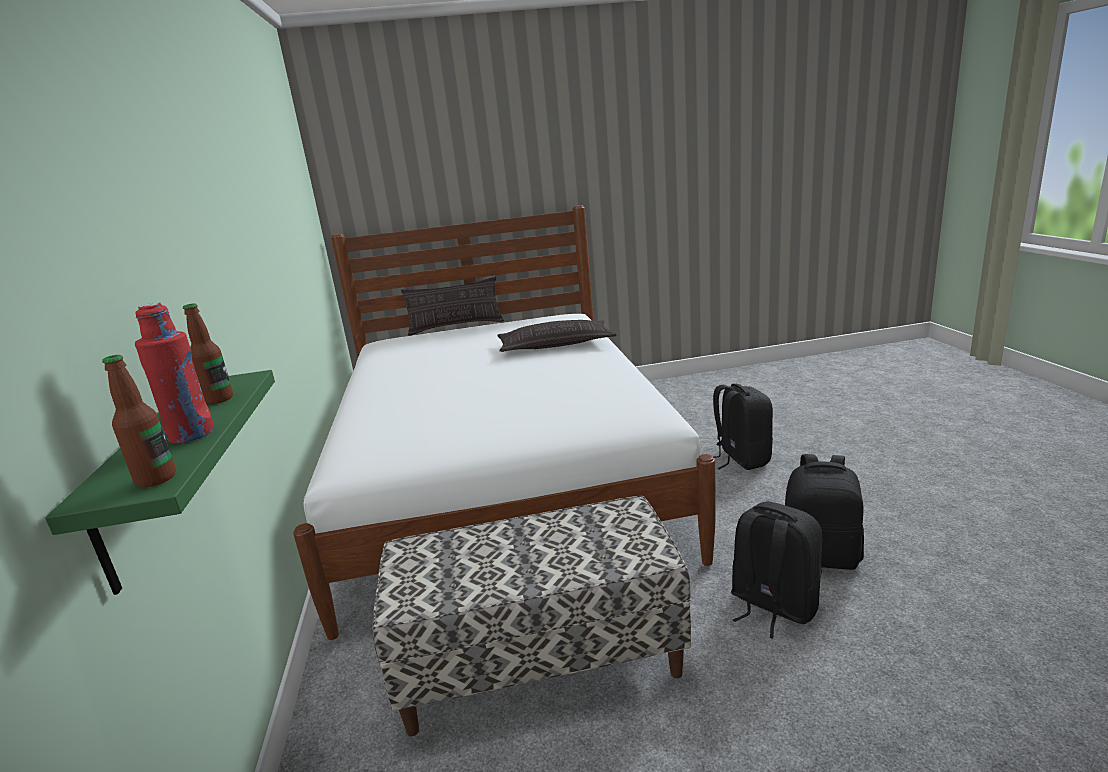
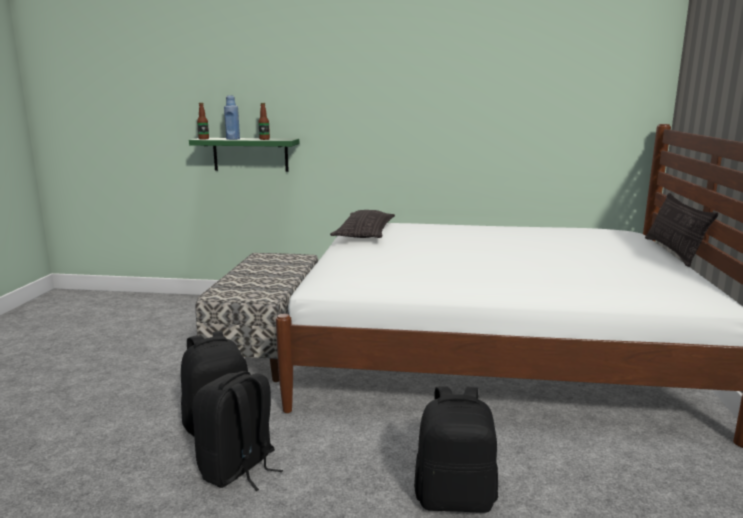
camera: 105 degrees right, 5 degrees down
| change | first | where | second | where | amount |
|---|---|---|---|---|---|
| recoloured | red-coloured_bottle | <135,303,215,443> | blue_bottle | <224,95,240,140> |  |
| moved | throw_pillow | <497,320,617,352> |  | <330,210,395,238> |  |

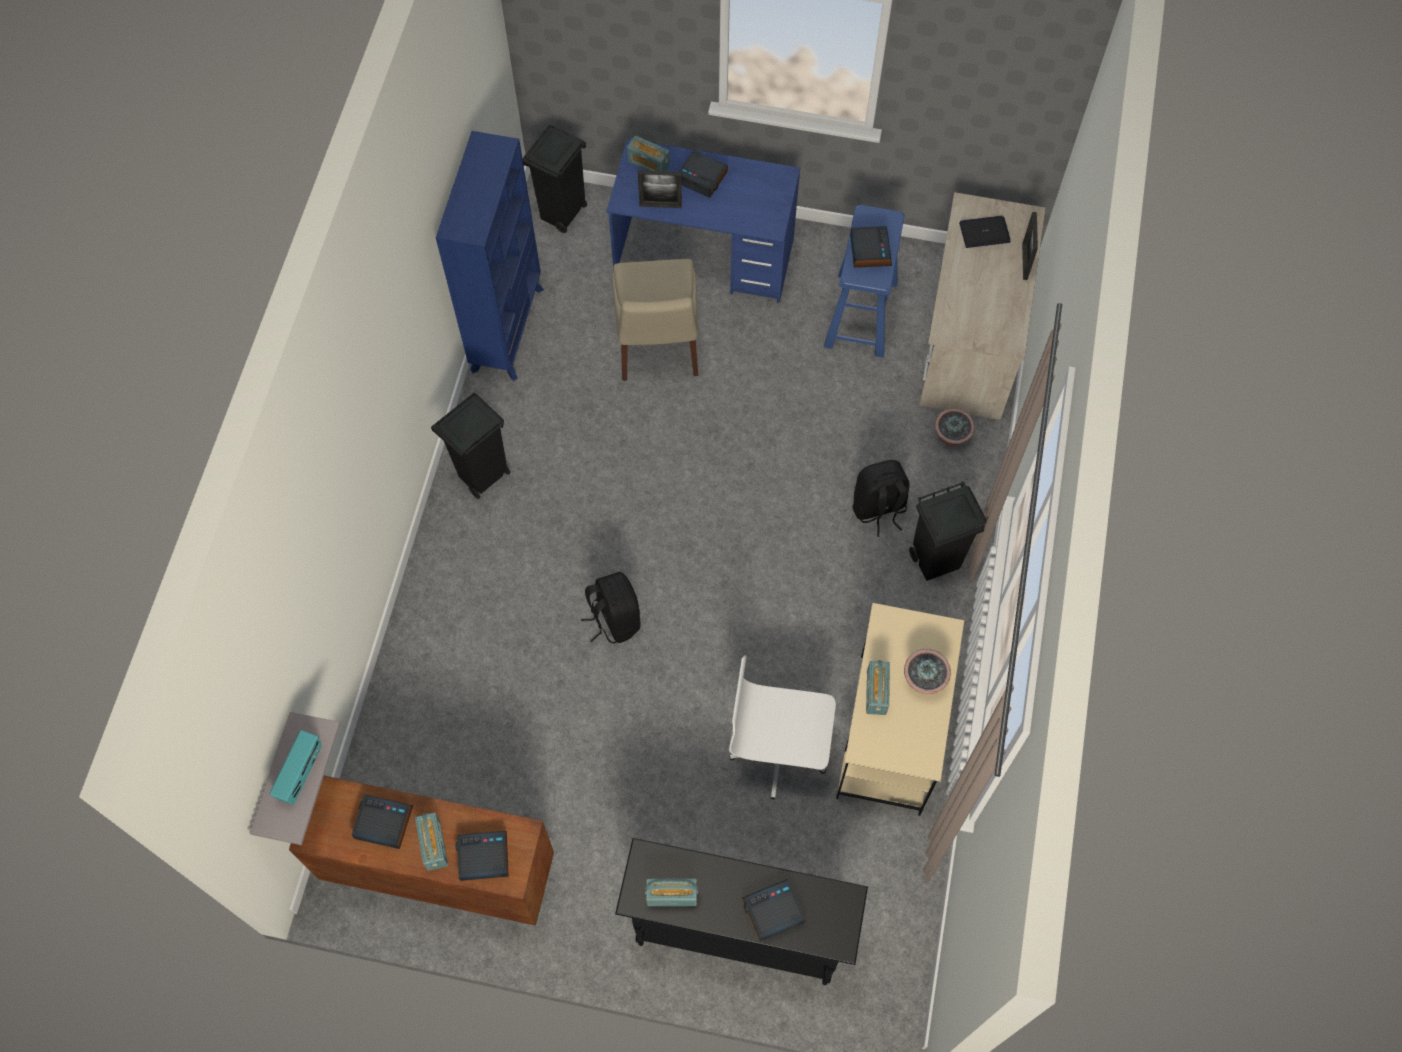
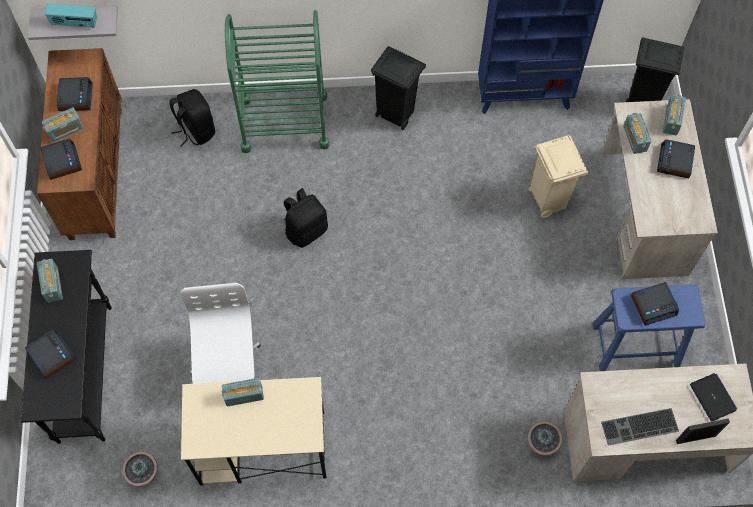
camera: 75 degrees right, 0 degrees up
| change | first | where | second | where | amount |
|---|---|---|---|---|---|
| recoloured | blue_desk_table | <607,139,800,303> | sand-coloured_desk_table | <601,99,718,279> |  |
| replaced | standing_frame | <638,170,682,208> | radio_set | <623,113,651,154> |  |
| replaced | sand-coloured_chair | <613,259,698,381> | sand-coloured_rubbish_bin | <529,135,588,218> |  |
| moved | black_rucksack | <853,460,910,537> |  | <169,89,215,147> |  |
| removed | black_rubbish_bin | <909,481,987,581> |  |  |  |
| moved | potted_plant | <904,649,951,694> |  | <122,452,158,487> |  |
| added |  |  | green-coloured_cart | <225,10,330,153> |  |
| added |  |  | keyboard | <601,408,679,446> |  |

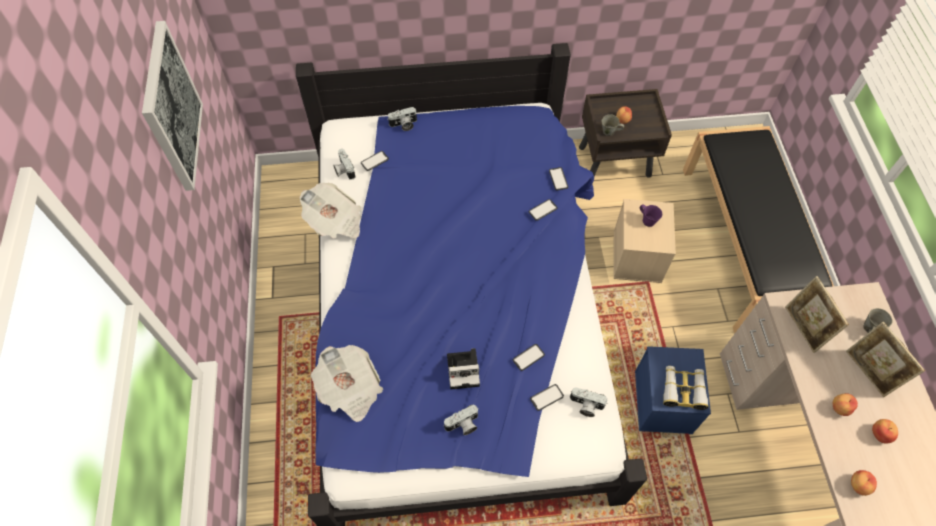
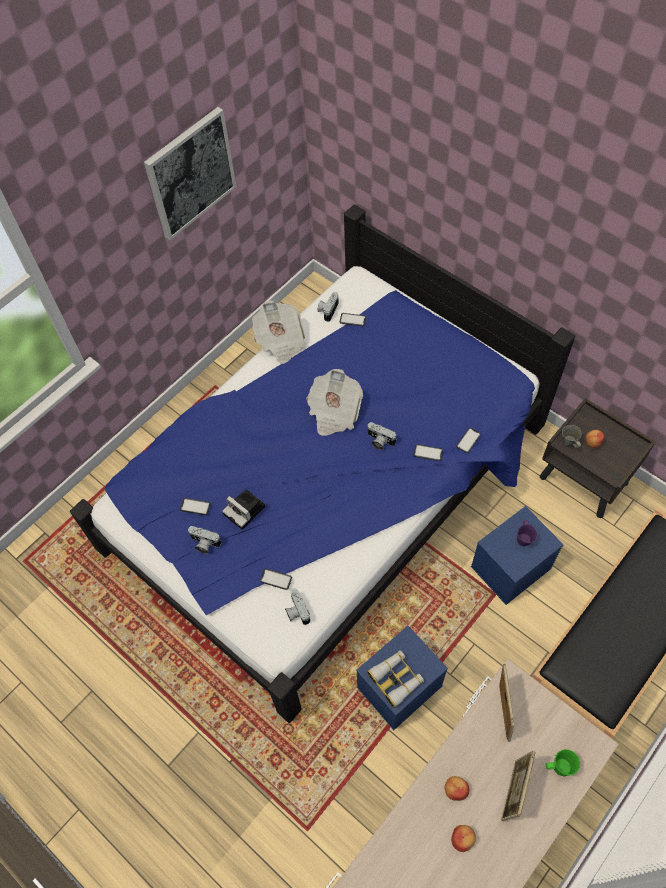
camera: 50 degrees right, 0 degrees up
| change | first | where | second | where | amount |
|---|---|---|---|---|---|
| moved | still_camera | <387,107,417,131> |  | <367,422,397,450> |  |
| recoloured | sand-coloured_storage_bin | <613,199,676,283> | blue_storage_bin | <471,506,564,605> |  |
| turned | standing_frame | <785,276,849,353> |  | <499,664,515,742> | 150 degrees clockwise |
| recoloured | greyish_coffee_mug | <863,308,892,333> | green-coloured_coffee_mug | <545,749,580,776> |  |
| moved | handset | <513,344,545,371> |  | <180,498,211,515> |  |
| moved | printed_paper | <311,345,383,422> |  | <307,369,363,436> |  |
| removed | apple | <851,470,877,496> |  |  |  |

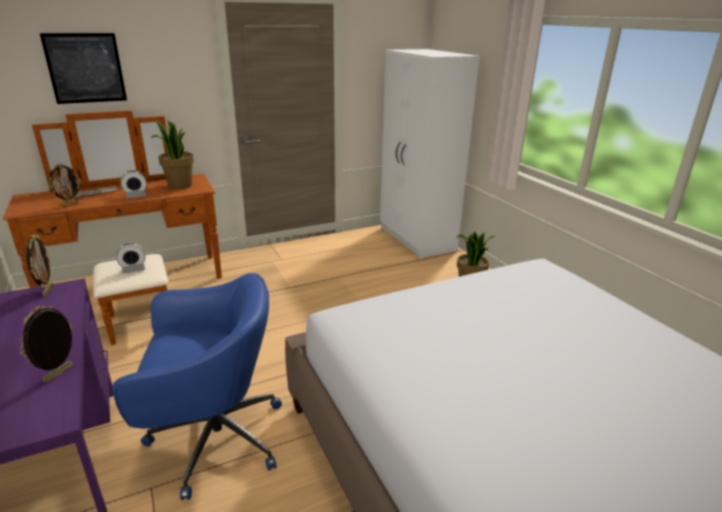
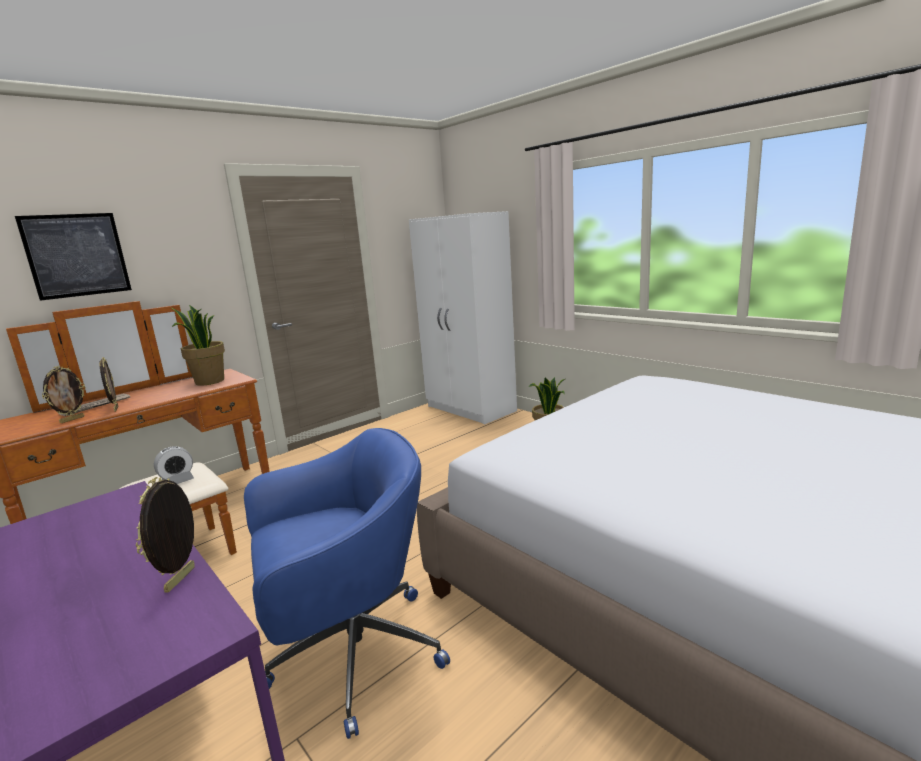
camera: 15 degrees left, 10 degrees down
| change | first | where | second | where | amount |
|---|---|---|---|---|---|
| removed | alarm_clock | <120,170,147,198> |  |  |  |
| moved | standing_frame | <26,235,53,297> |  | <99,357,119,412> |  |

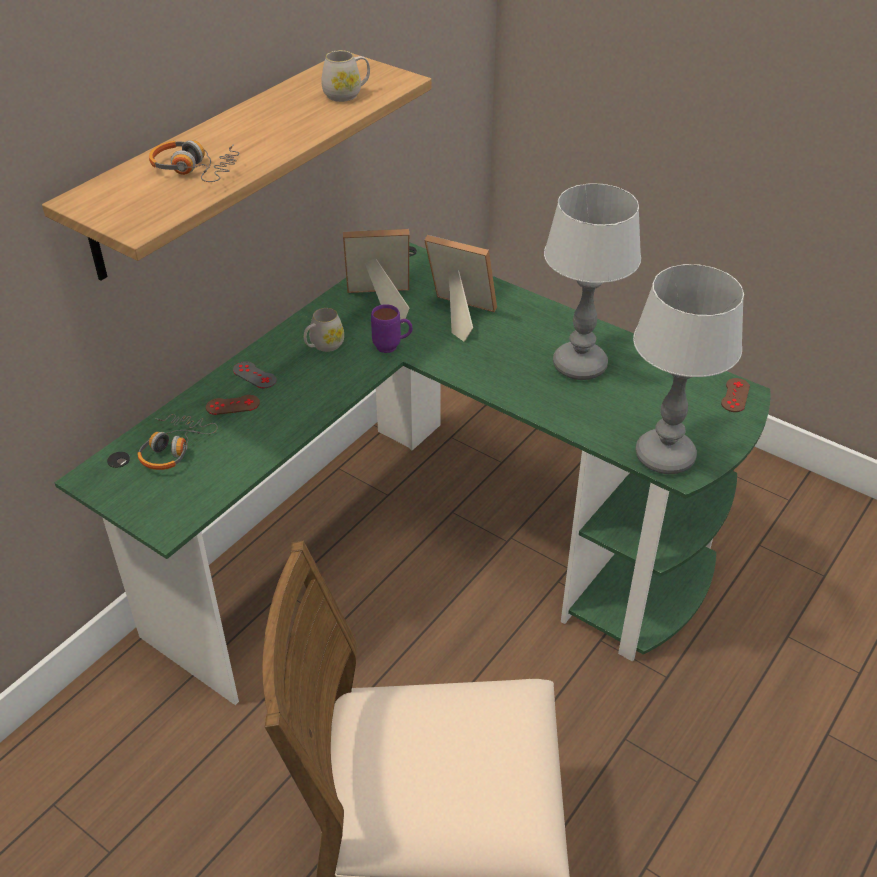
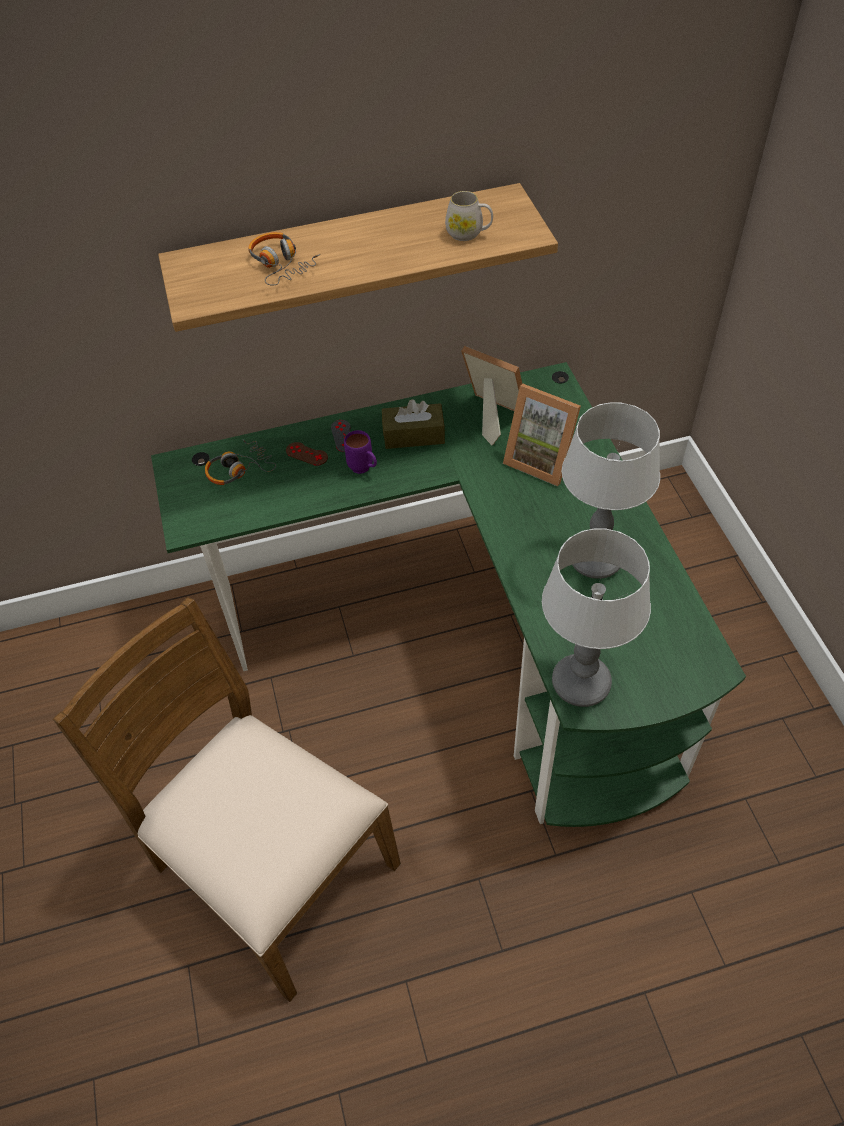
camera: 40 degrees right, 10 degrees up
| change | first | where | second | where | amount |
|---|---|---|---|---|---|
| turned | standing_frame | <424,235,497,342> |  | <503,384,581,486> | 150 degrees clockwise |
| moved | purple_coffee_mug | <371,304,413,353> |  | <344,430,377,474> |  |
| replaced | white_coffee_mug | <304,308,344,352> | brown-coloured_tissue_holder | <382,399,445,449> |  |
| removed | brown-coloured_game_controller | <721,378,750,412> |  |  |  |

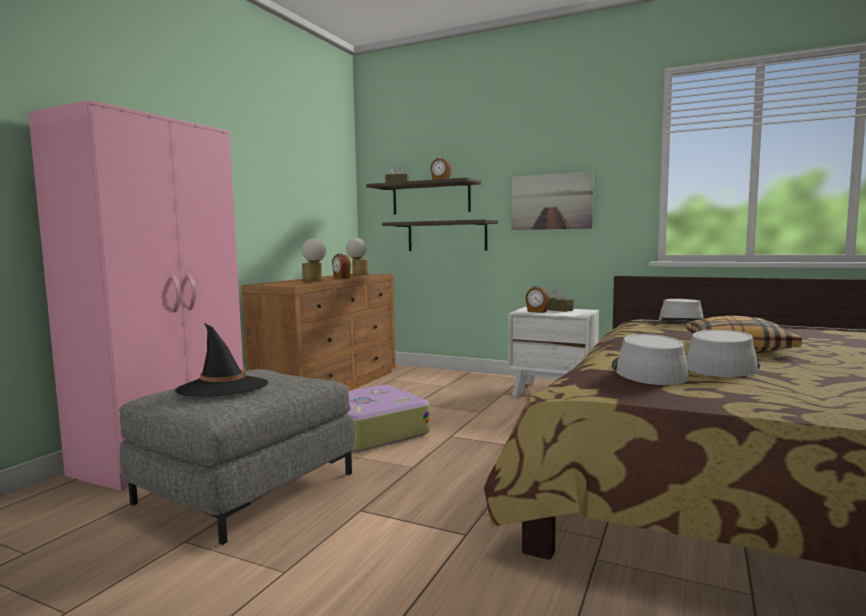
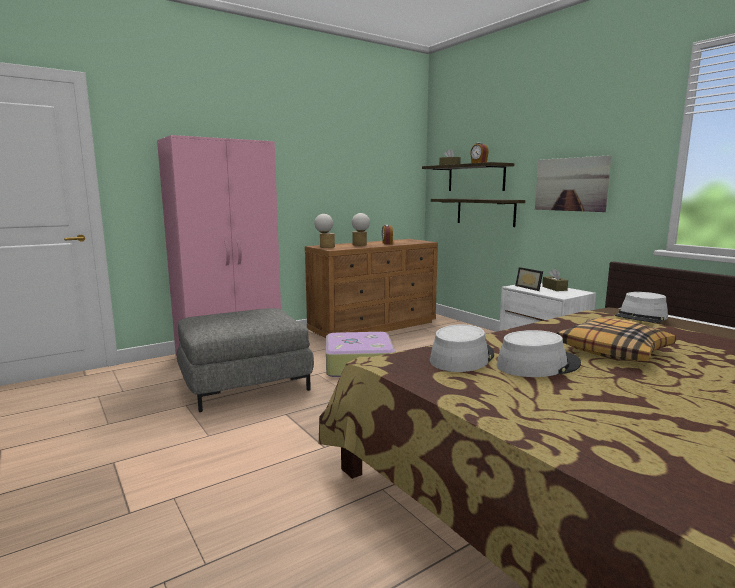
camera: 30 degrees right, 5 degrees up
| change | first | where | second | where | amount |
|---|---|---|---|---|---|
| moved | tabletop_lamp | <346,238,369,275> |  | <314,214,335,248> |  |
| replaced | alarm_clock | <525,286,549,313> | standing_frame | <515,267,543,291> |  |
| removed | black_clothing_hat | <175,323,268,397> |  |  |  |

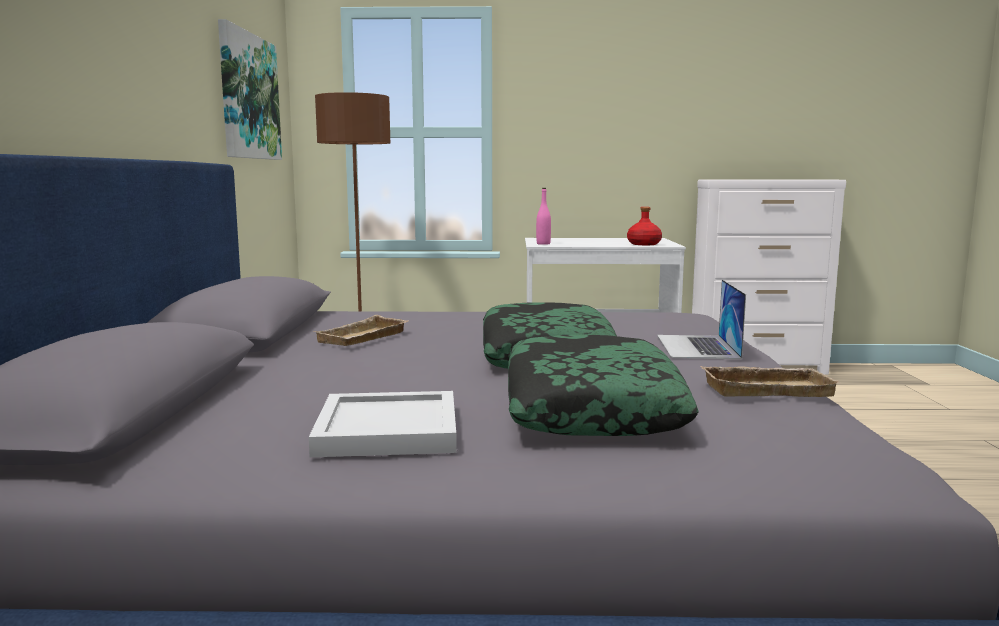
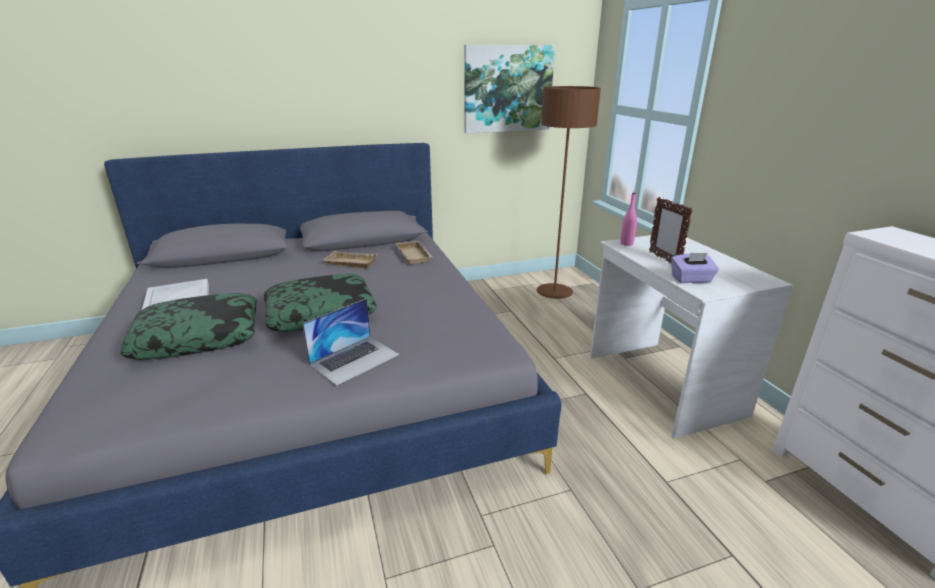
camera: 70 degrees right, 15 degrees up
| change | first | where | second | where | amount |
|---|---|---|---|---|---|
| replaced | red-coloured_bottle | <627,207,662,245> | purple_tissue_holder | <671,253,719,283> |  |
| turned | laptop | <657,279,746,359> |  | <302,299,399,386> | 150 degrees clockwise |
| moved | sand-coloured_carrying_tray | <701,366,840,397> |  | <396,241,432,265> |  |
| added |  |  | standing_frame | <649,197,693,263> |  |

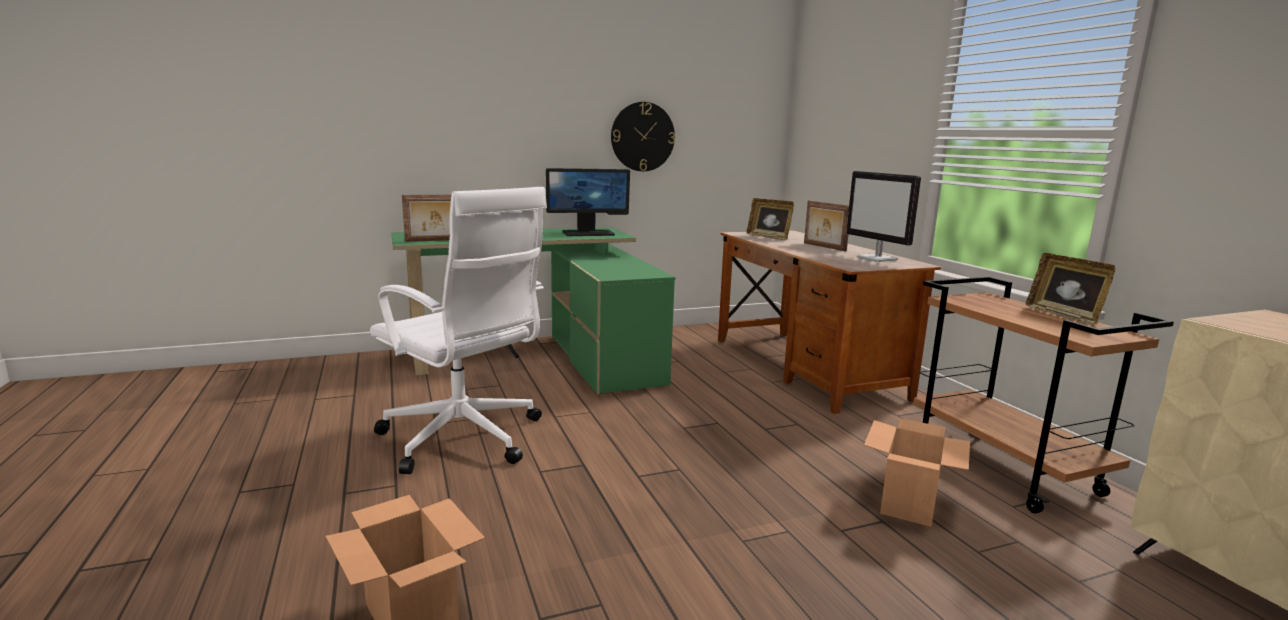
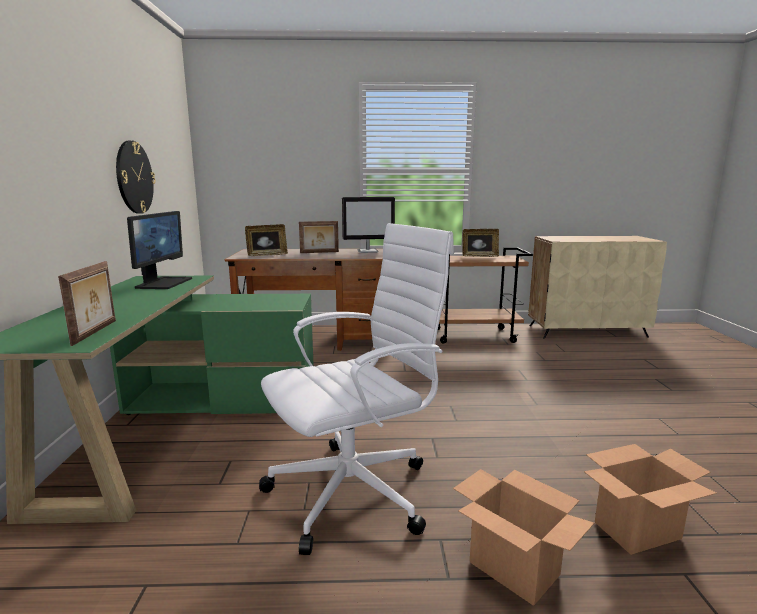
camera: 70 degrees left, 0 degrees up
| change | first | where | second | where | amount |
|---|---|---|---|---|---|
| moved | carton | <864,418,970,527> |  | <453,469,594,606> |  |

